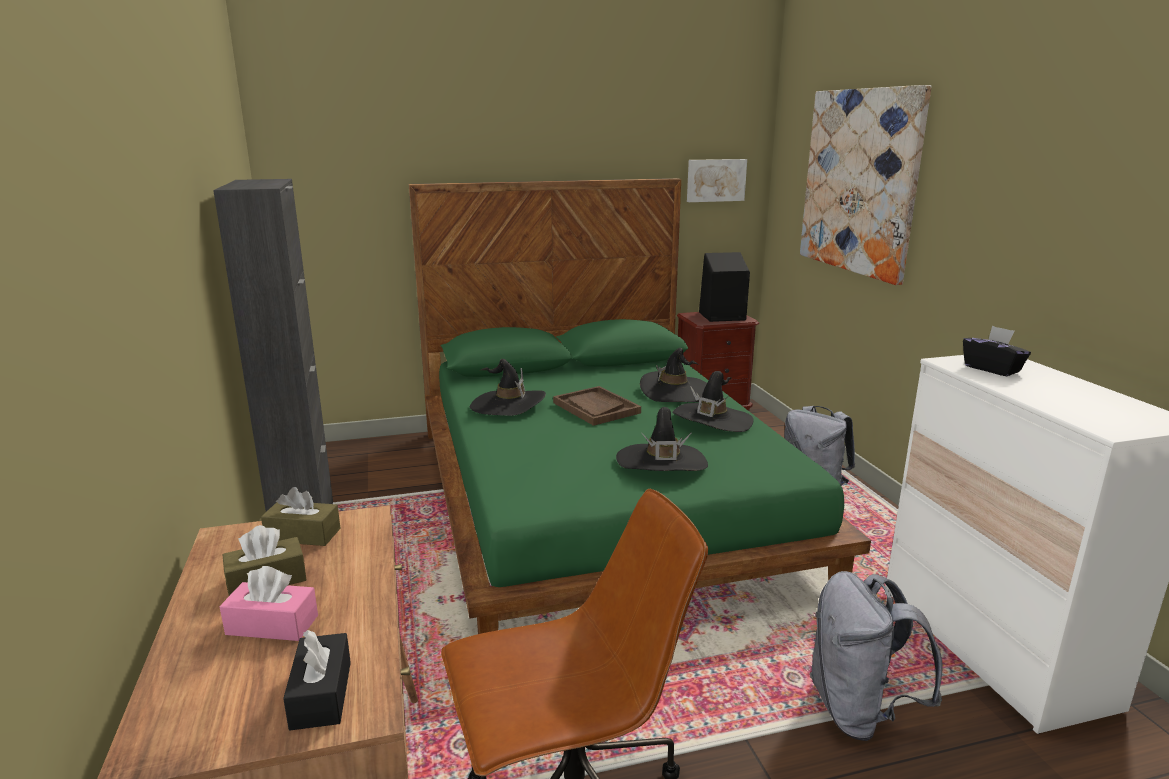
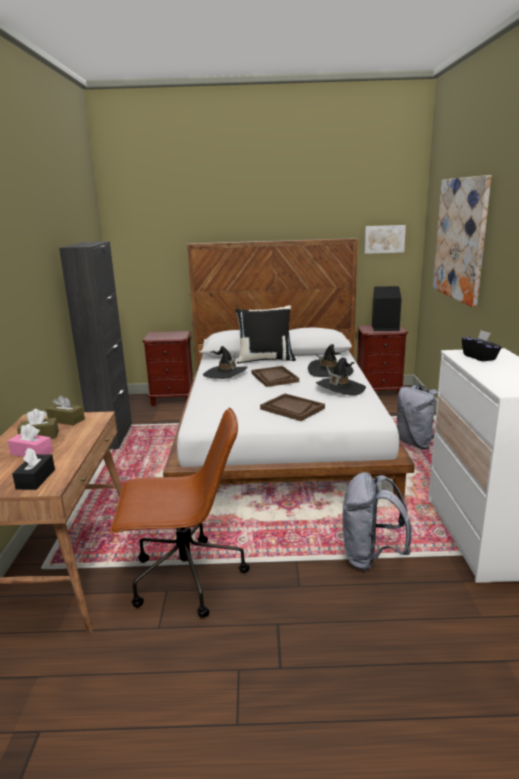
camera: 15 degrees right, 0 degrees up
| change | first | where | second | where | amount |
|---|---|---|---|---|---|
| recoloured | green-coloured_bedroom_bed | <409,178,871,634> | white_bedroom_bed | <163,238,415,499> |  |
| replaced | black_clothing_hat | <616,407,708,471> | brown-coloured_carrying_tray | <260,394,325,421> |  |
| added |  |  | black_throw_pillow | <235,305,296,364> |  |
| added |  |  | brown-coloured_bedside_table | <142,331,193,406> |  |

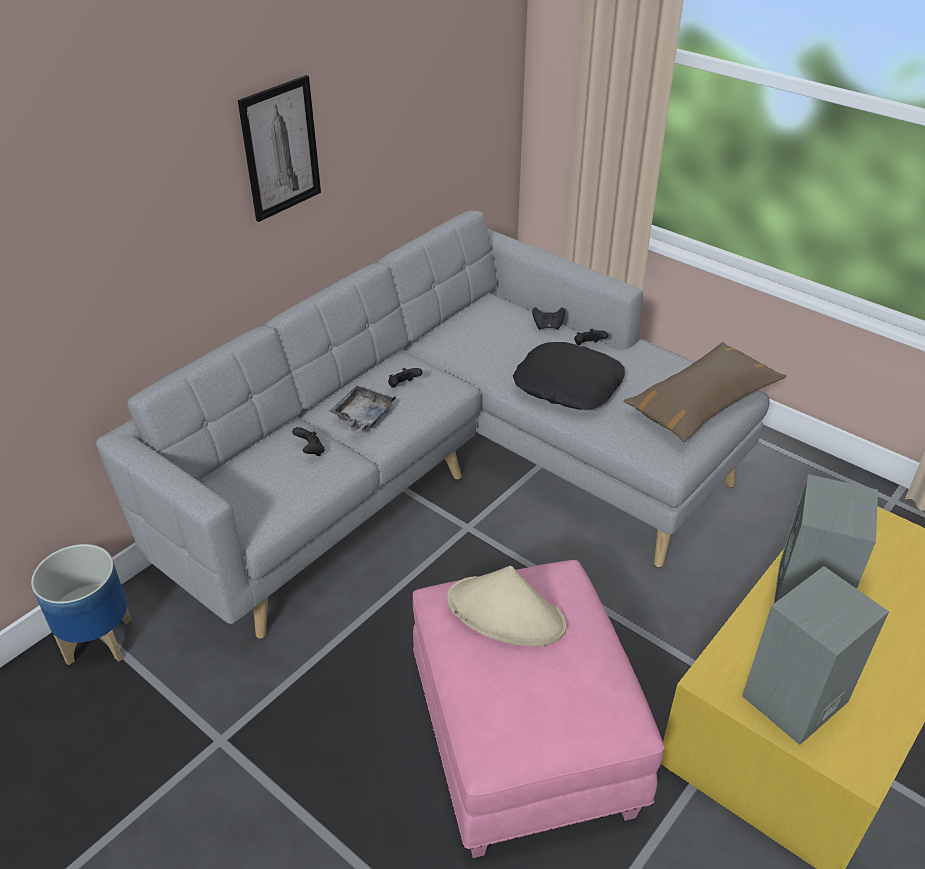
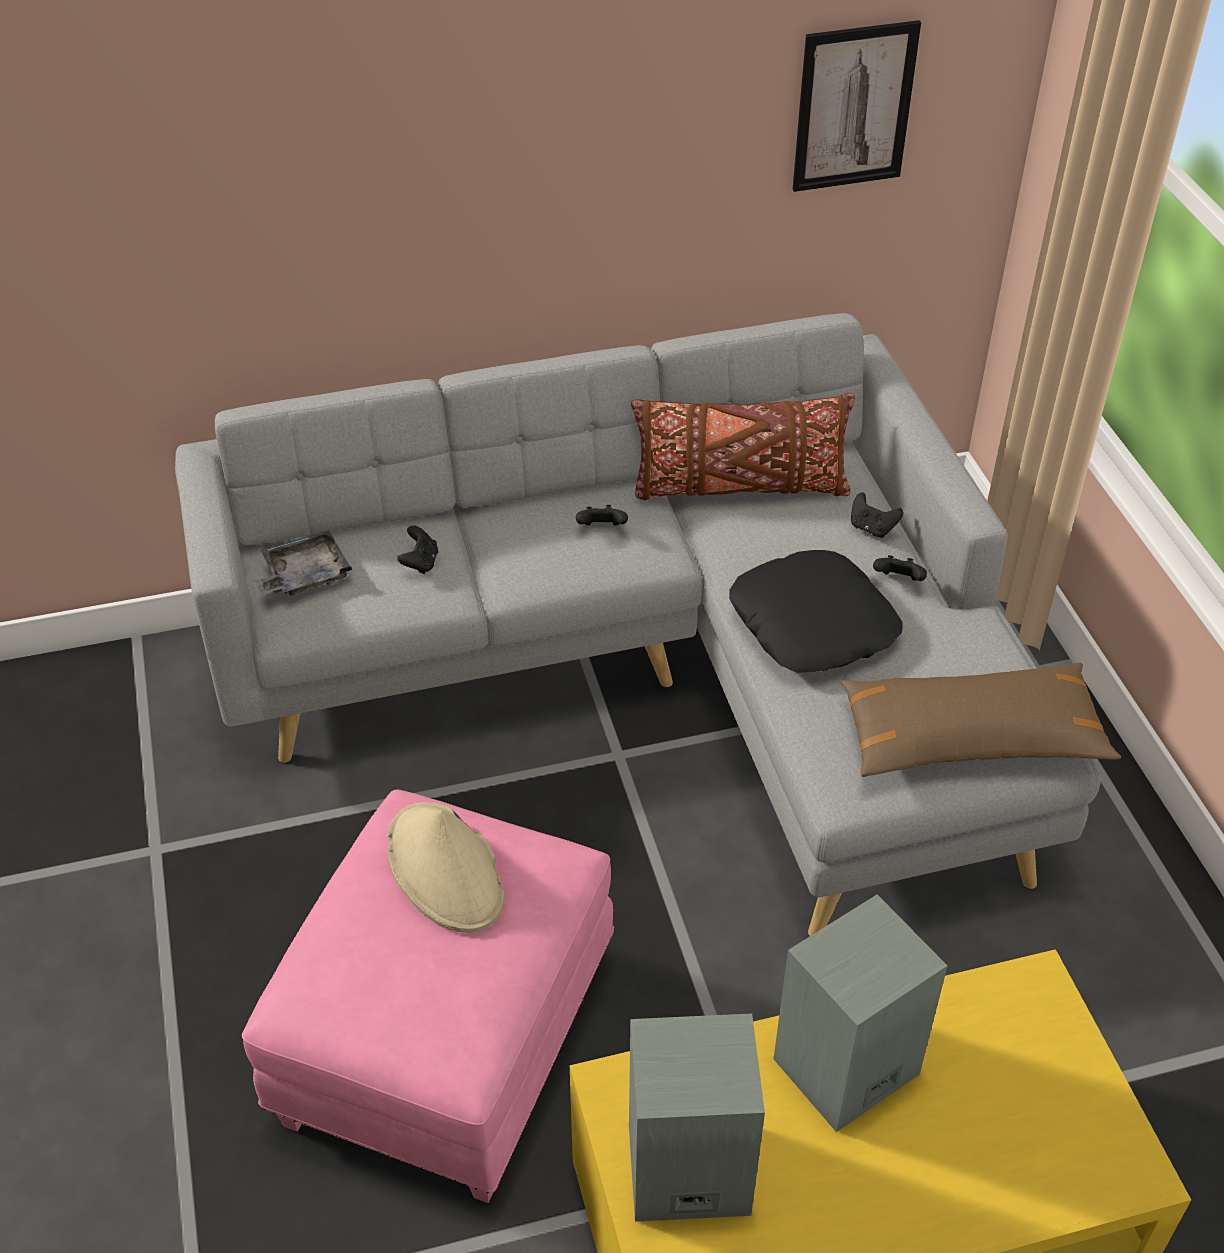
camera: 35 degrees right, 5 degrees up
| change | first | where | second | where | amount |
|---|---|---|---|---|---|
| moved | wall_art | <238,75,321,222> |  | <793,20,921,192> |  |
| moved | greyish_carrying_tray | <329,385,395,433> |  | <255,530,352,596> |  |
| removed | planter | <31,544,132,665> |  |  |  |
| added |  |  | brown-coloured_throw_pillow | <631,393,855,500> |  |

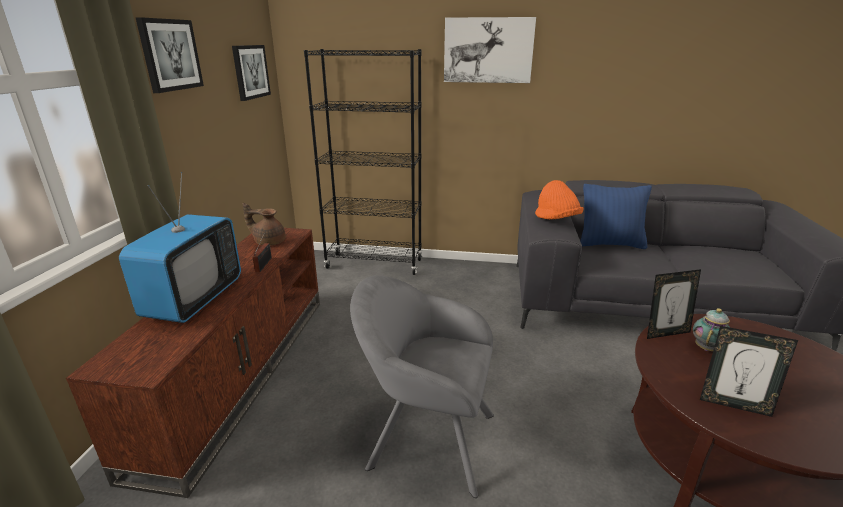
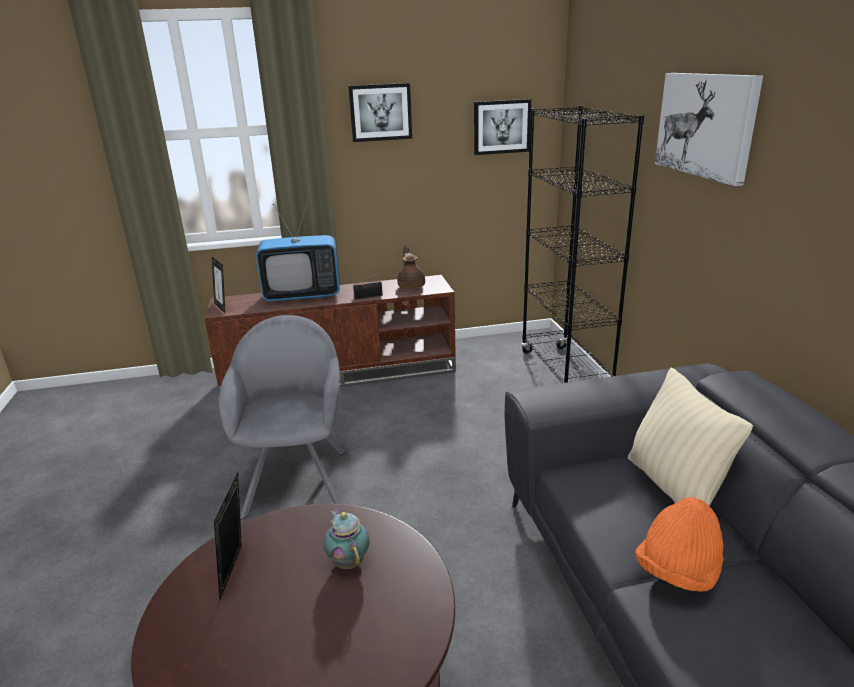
camera: 70 degrees right, 0 degrees up
| change | first | where | second | where | amount |
|---|---|---|---|---|---|
| moved | orange-coloured_clothing_hat | <535,180,584,219> |  | <635,497,724,592> |  |
| recoloured | blue_throw_pillow | <580,184,652,249> | sand-coloured_throw_pillow | <628,368,753,506> |  |
| moved | standing_frame | <647,269,701,339> |  | <212,257,225,313> |  |
| turned | tea_pot | <693,308,730,351> |  | <324,509,370,569> | 135 degrees counterclockwise |

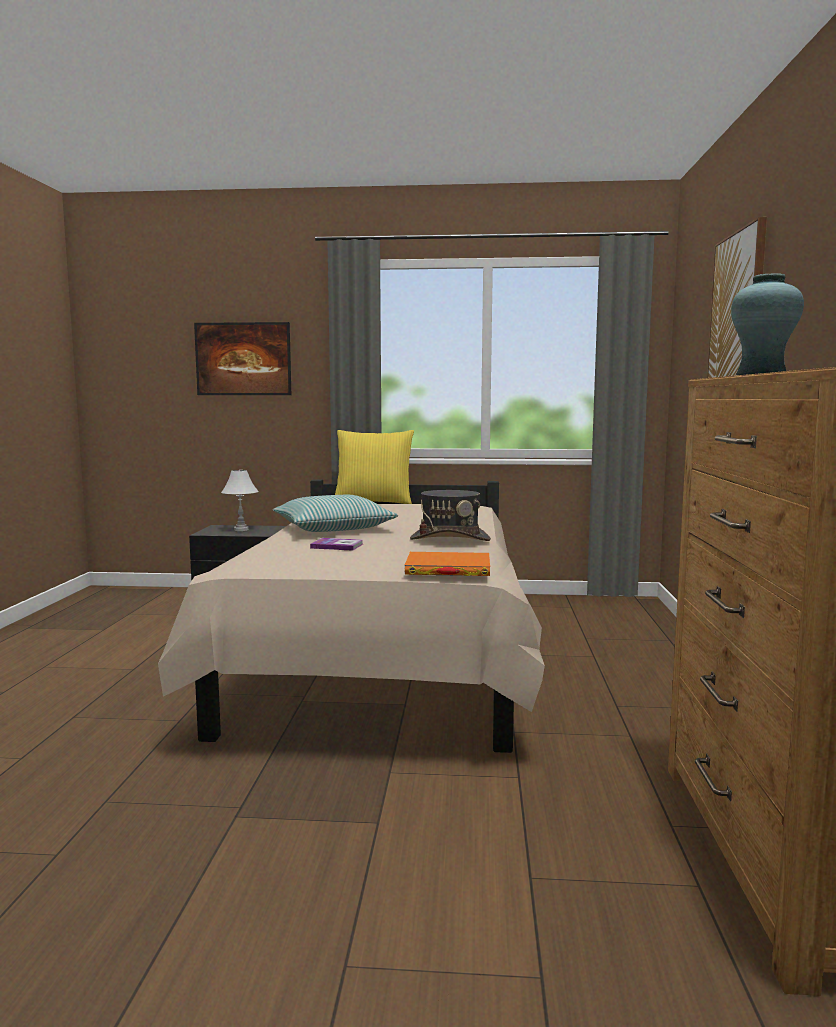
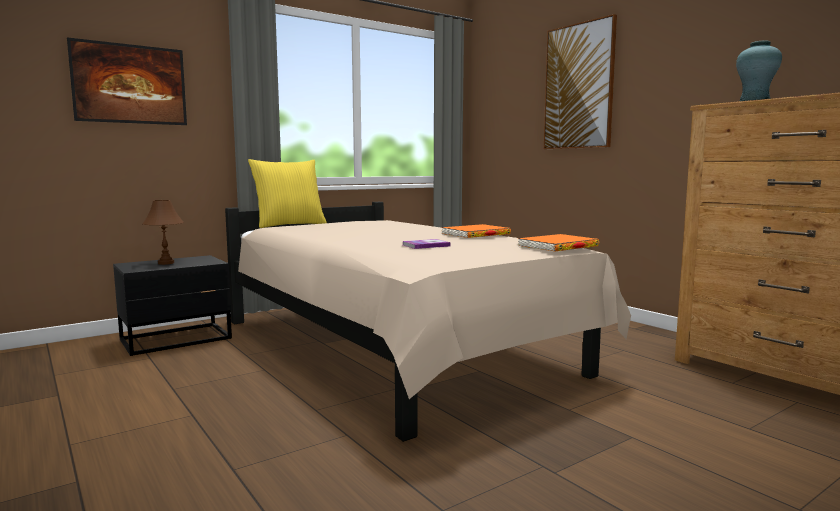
camera: 40 degrees left, 0 degrees up
| change | first | where | second | where | amount |
|---|---|---|---|---|---|
| recoloured | white_tabletop_lamp | <221,470,258,531> | brown-coloured_tabletop_lamp | <142,200,184,265> |  |
| replaced | greyish_clothing_hat | <410,490,491,541> | orange-coloured_volume | <441,224,511,238> |  |
| removed | throw_pillow | <273,495,398,532> |  |  |  |

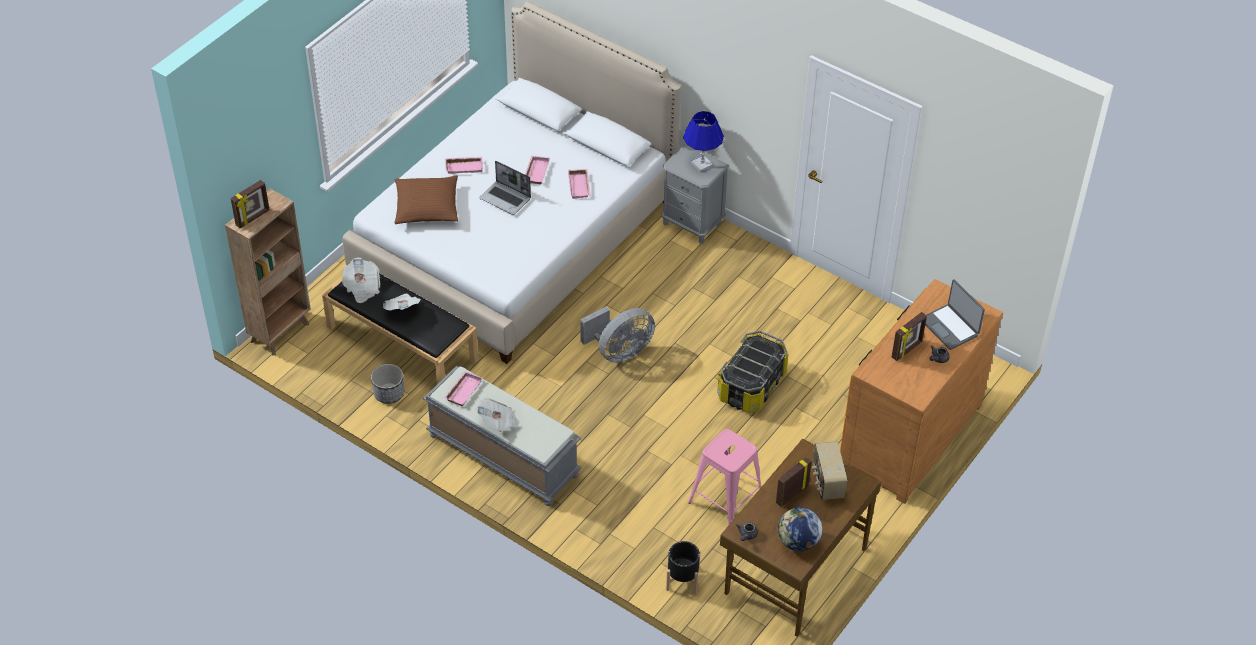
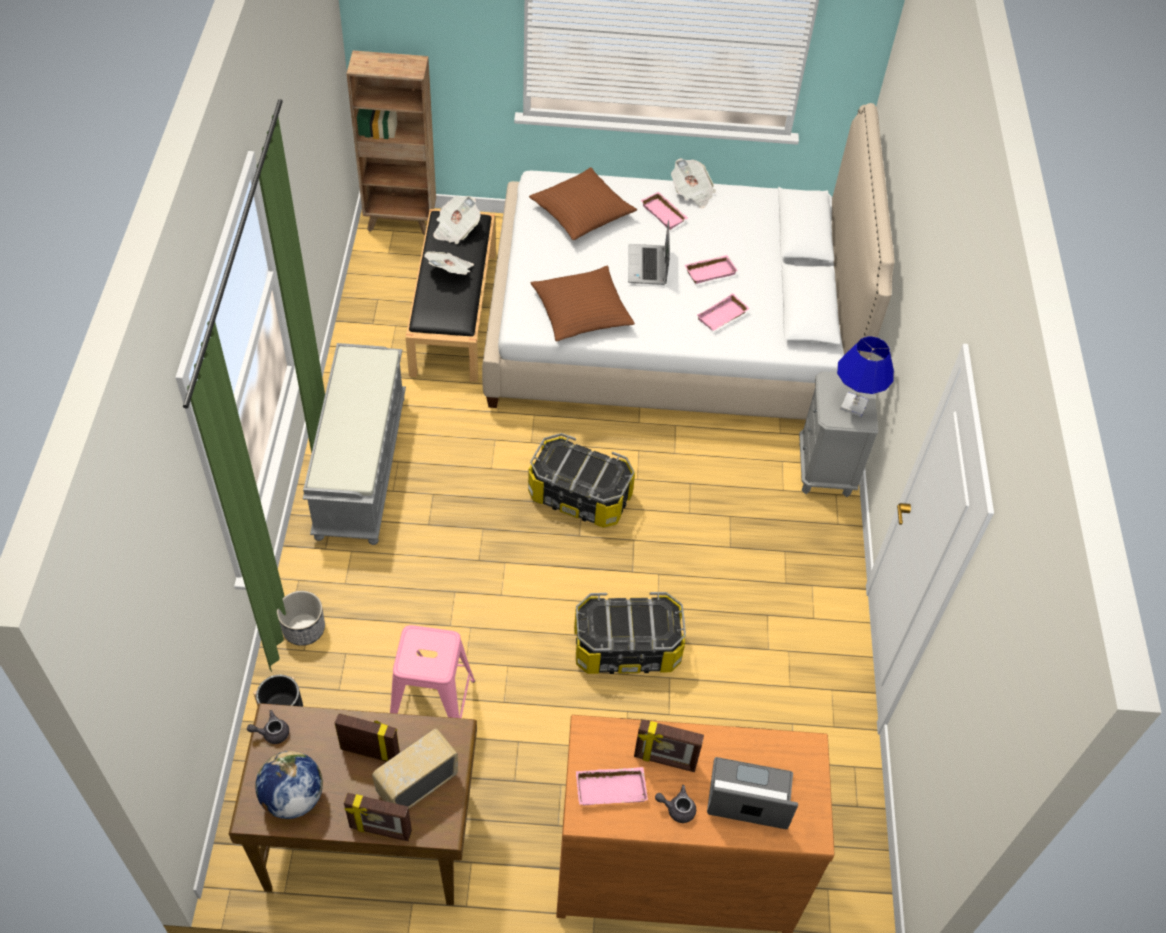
camera: 55 degrees right, 5 degrees up
| change | first | where | second | where | amount |
|---|---|---|---|---|---|
| moved | standing_frame | <231,180,270,228> |  | <344,793,412,841> |  |
| turned | laptop | <925,279,985,350> |  | <707,757,798,829> | 75 degrees clockwise |
| replaced | greyish_electric_fan | <580,306,655,363> | storage_bin | <528,433,635,528> |  |
| moved | planter | <371,364,404,404> |  | <277,591,325,646> |  |
| moved | pink-coloured_carrying_tray | <444,371,483,406> |  | <576,767,648,805> |  |
| moved | printed_paper | <476,398,521,432> |  | <671,158,716,208> |  |
| added |  |  | brown-coloured_throw_pillow | <530,266,635,341> |  |

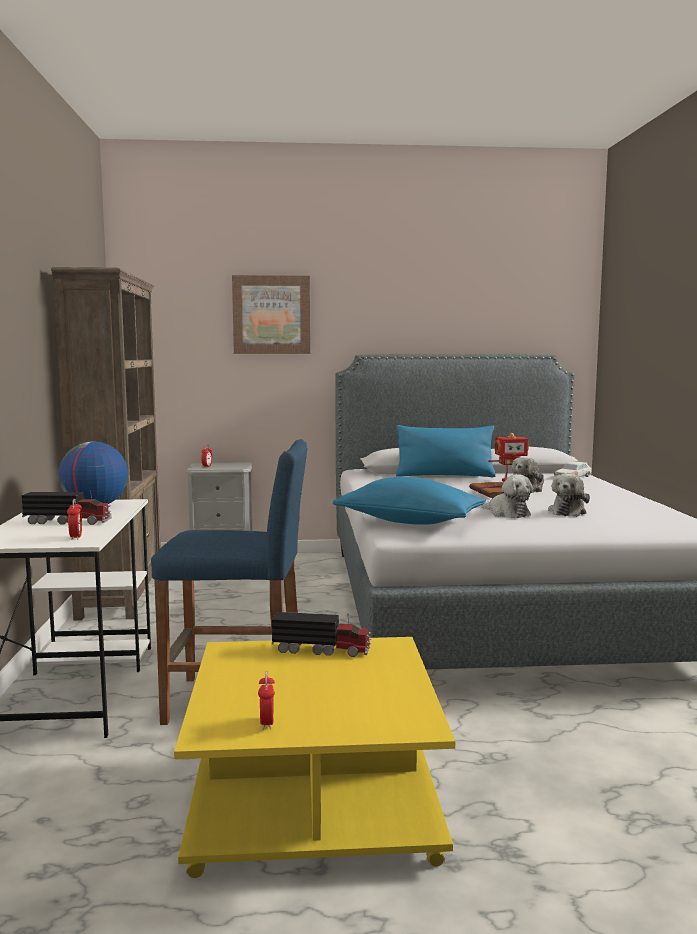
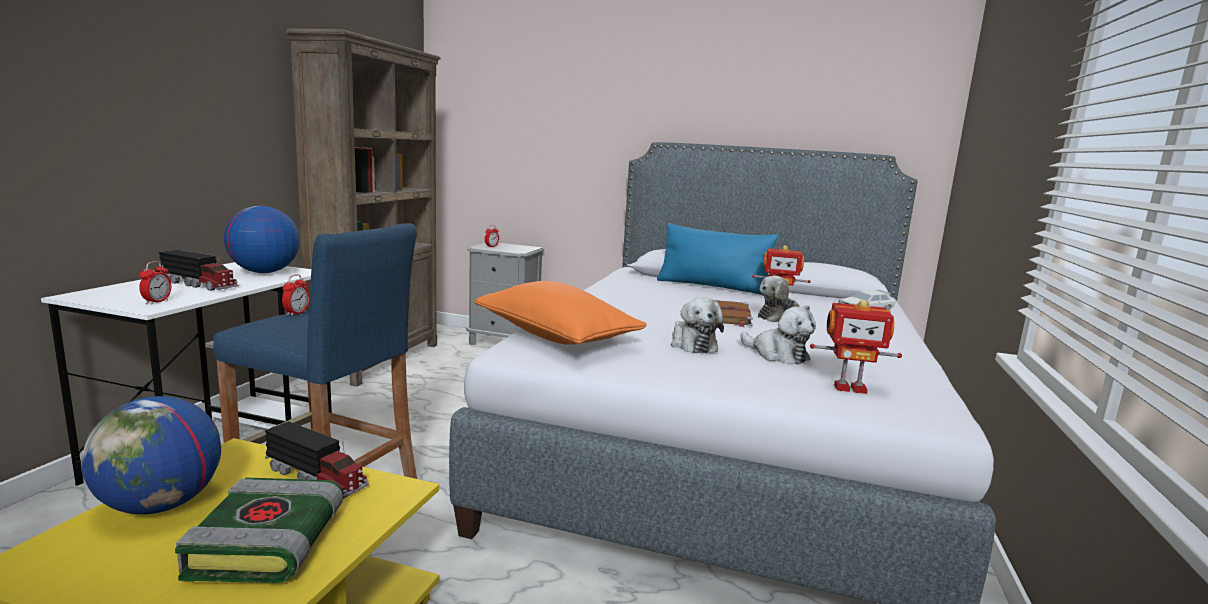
camera: 20 degrees right, 5 degrees up
| change | first | where | second | where | amount |
|---|---|---|---|---|---|
| removed | wall_art | <232,275,310,354> |  |  |  |
| turned | cuddly_toy | <548,473,590,517> |  | <740,307,816,365> | 90 degrees counterclockwise |
| recoloured | blue_throw_pillow | <333,477,486,525> | orange-coloured_throw_pillow | <474,281,647,345> |  |
| moved | alarm_clock | <258,672,275,730> |  | <282,275,310,316> |  |
| added |  |  | robot_figure | <810,300,902,394> |  |
| added |  |  | desk_globe | <81,396,221,514> |  |
| added |  |  | volume | <175,478,344,583> |  |

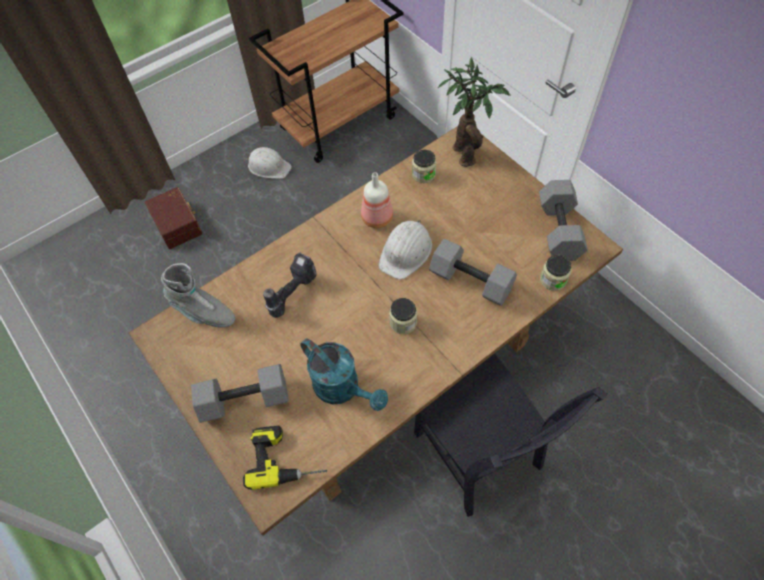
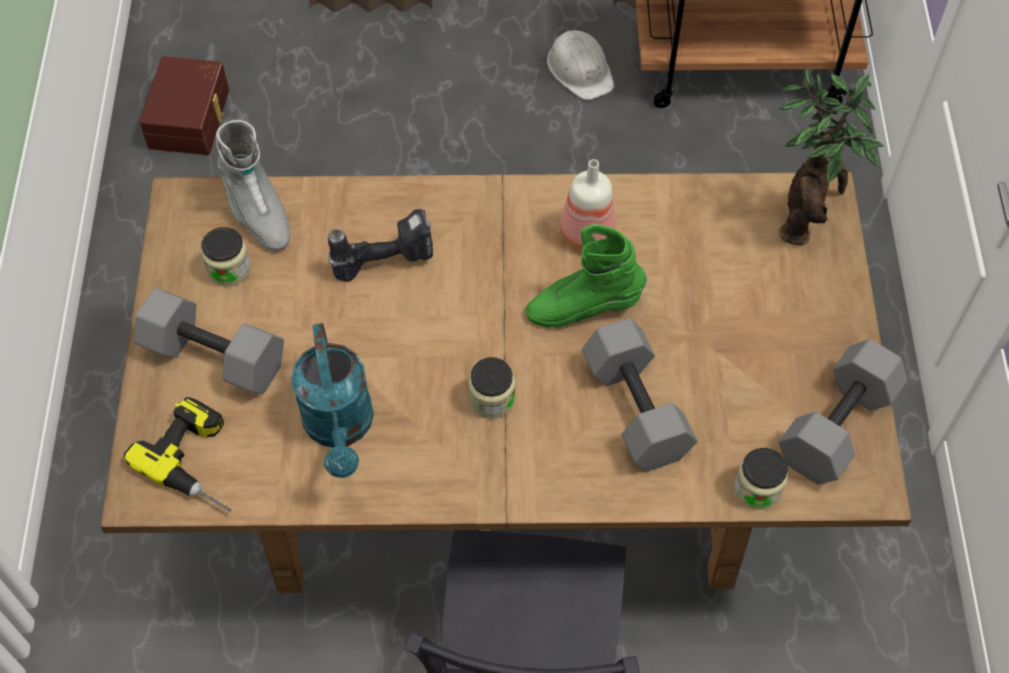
camera: 35 degrees right, 0 degrees up
| change | first | where | second | where | amount |
|---|---|---|---|---|---|
| moved | storage_jar | <412,149,436,183> |  | <201,227,251,286> |  |
| moved | brown-coloured_storage_bin | <145,187,203,249> |  | <139,56,229,155> |  |
| replaced | white_safety_helmet | <379,220,432,279> | green-coloured_tall_boot | <526,224,647,328> |  |

